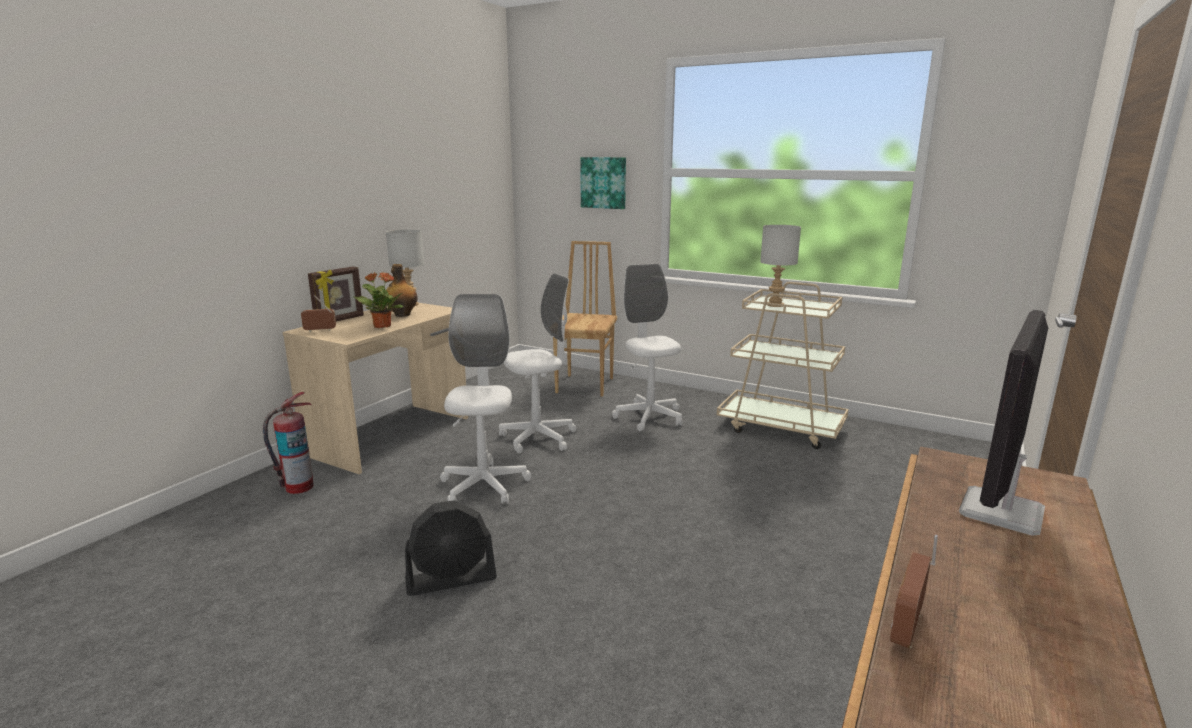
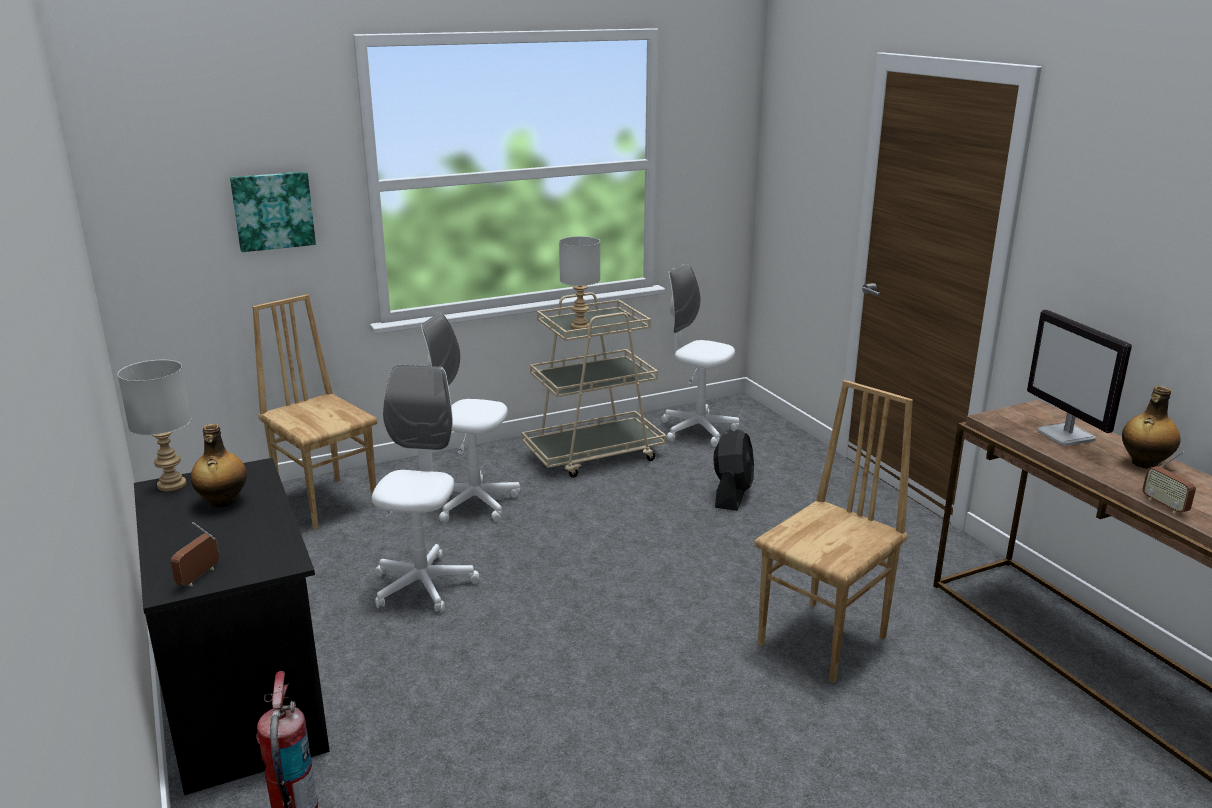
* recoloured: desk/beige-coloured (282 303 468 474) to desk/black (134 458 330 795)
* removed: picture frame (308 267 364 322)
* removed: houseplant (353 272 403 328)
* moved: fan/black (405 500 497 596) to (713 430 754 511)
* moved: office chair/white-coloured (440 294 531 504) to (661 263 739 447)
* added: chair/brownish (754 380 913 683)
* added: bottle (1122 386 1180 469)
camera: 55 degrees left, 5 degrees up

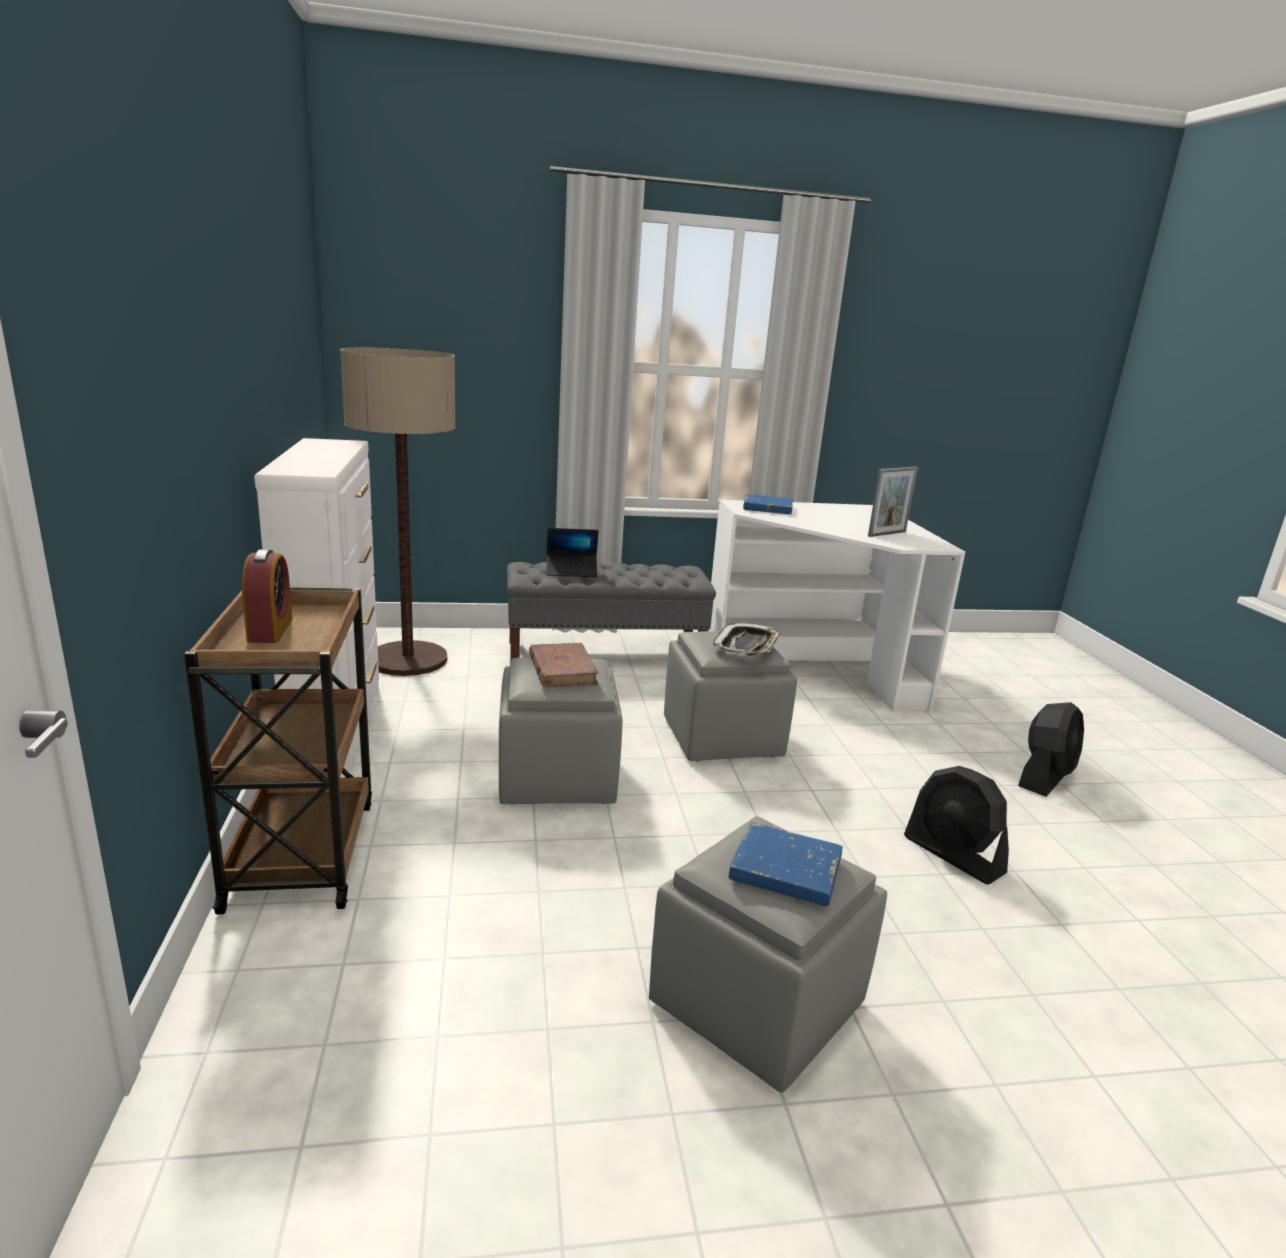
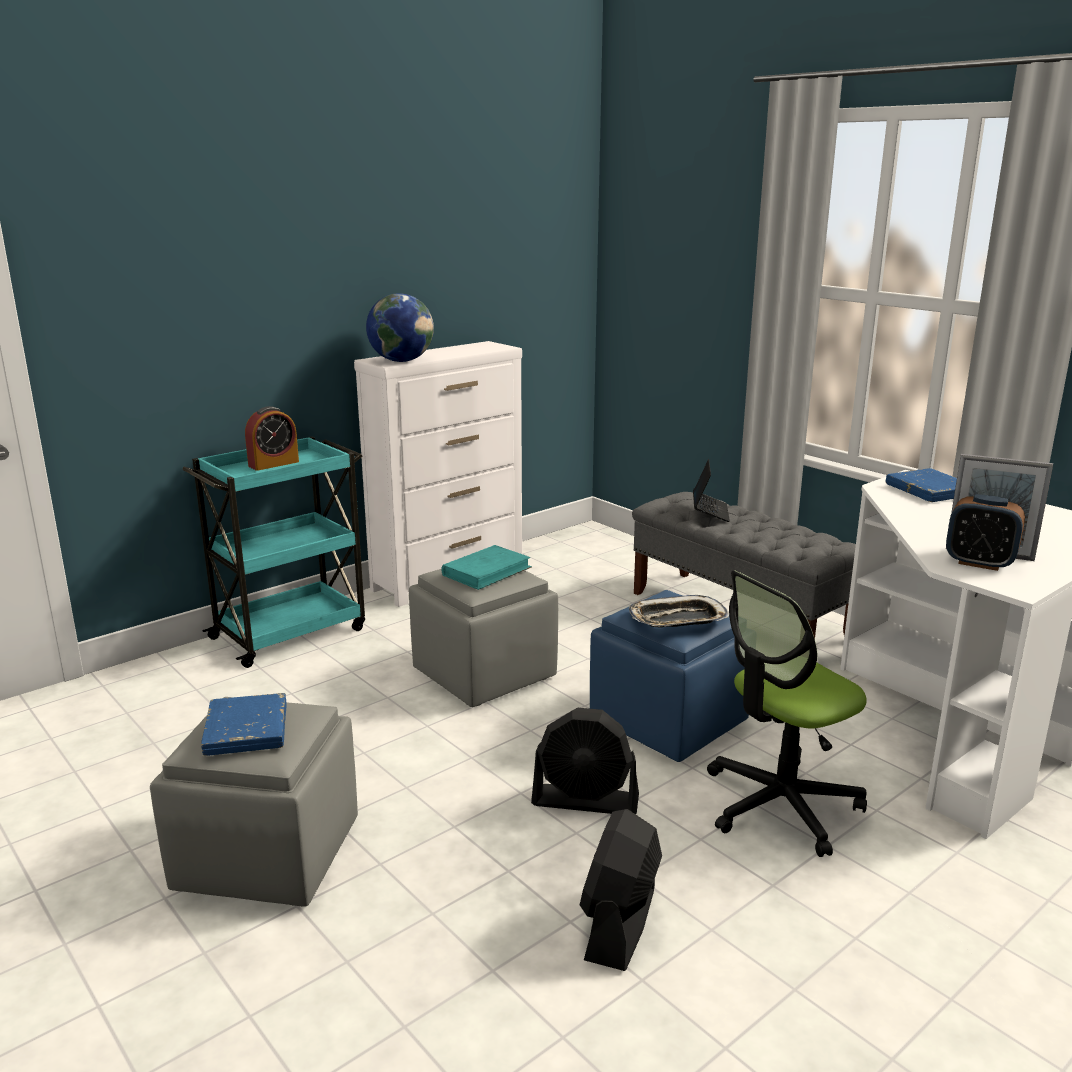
* recoloured: trolley/brownish (184 587 372 915) to trolley/blue-green (182 436 365 668)
* removed: standing lamp (340 348 456 676)
* recoloured: book/brownish (529 643 599 688) to book/blue-green (441 545 532 590)
* turned: portable computer (547 528 599 577) = (693 459 730 522) 135 degrees counterclockwise
* recoloured: ottoman/greyish (664 631 797 761) to ottoman/blue-coloured (590 590 749 762)
* moved: fan/black (1018 702 1084 797) to (531 708 639 814)
* added: desk globe (366 293 434 362)
* added: office chair (707 570 867 857)
* added: alarm clock (946 494 1025 571)
camera: 60 degrees right, 0 degrees up

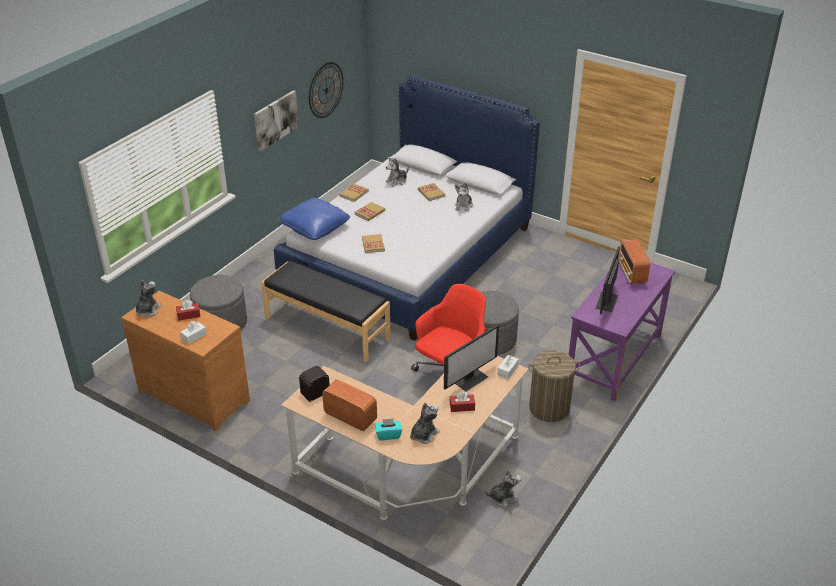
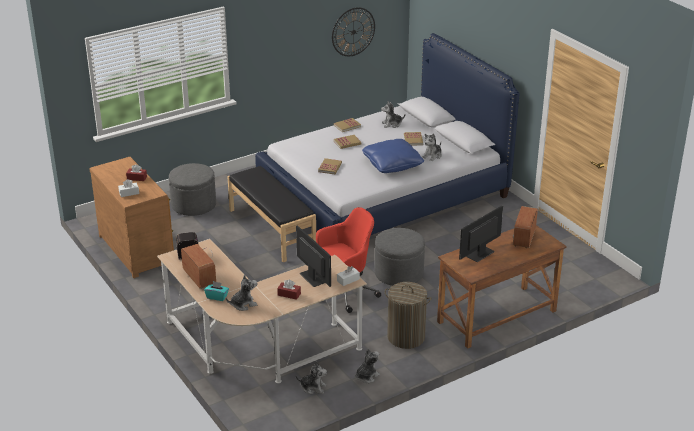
* moved: plush toy (136 280 161 317) to (355 349 380 383)
* removed: picture (254 90 299 151)
* moved: throw pillow/blue-coloured (279 198 350 240) to (362 139 424 173)
* turned: monitor (444 324 499 391) = (296 225 331 287) 105 degrees counterclockwise
* recoloured: desk/purple-coloured (569 262 675 402) to desk/brownish (437 225 567 349)
camera: 25 degrees right, 5 degrees down

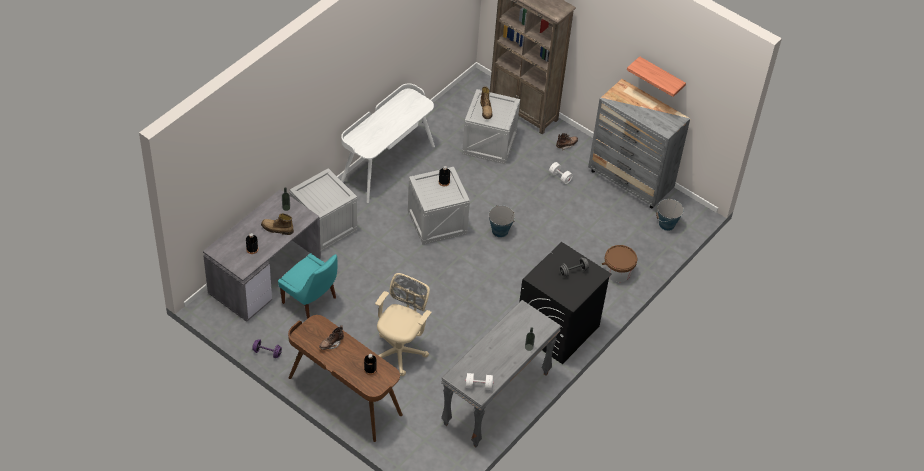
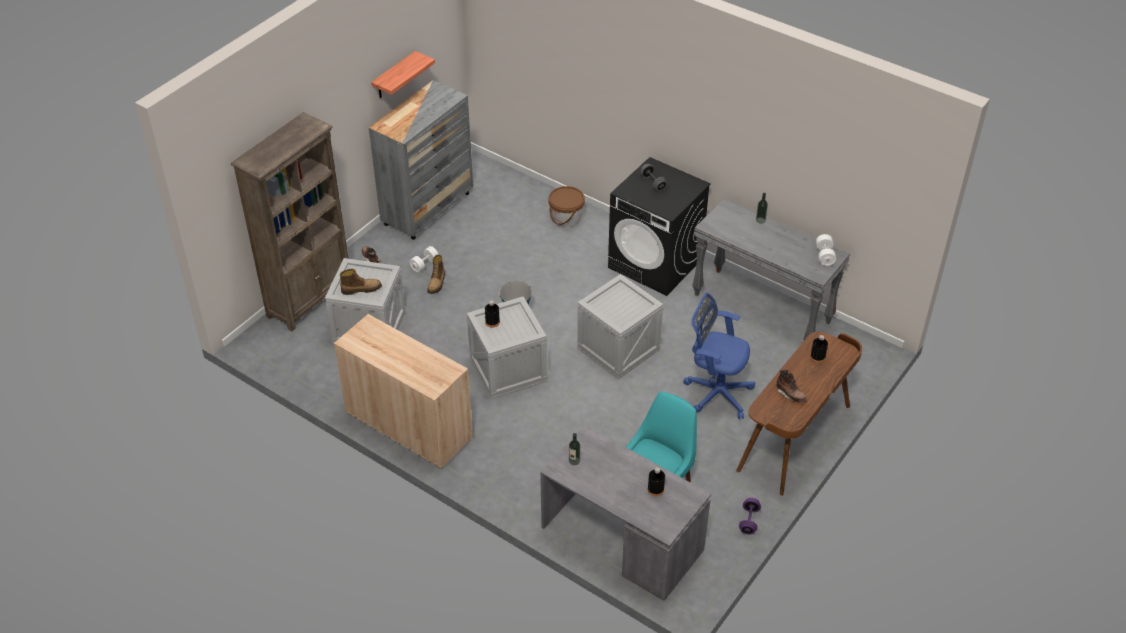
* moved: tall boot (261 213 294 235) to (427 255 445 294)
* moved: packing crate (289 168 357 251) to (577 274 663 380)
* replaced: desk/white-coloured (341 83 435 203) to cabinet/beige-coloured (334 314 473 469)
* recoloured: office chair/beige-coloured (375 273 432 376) to office chair/blue-coloured (683 293 755 419)
* removed: bucket (656 198 684 231)
camera: 90 degrees left, 5 degrees down

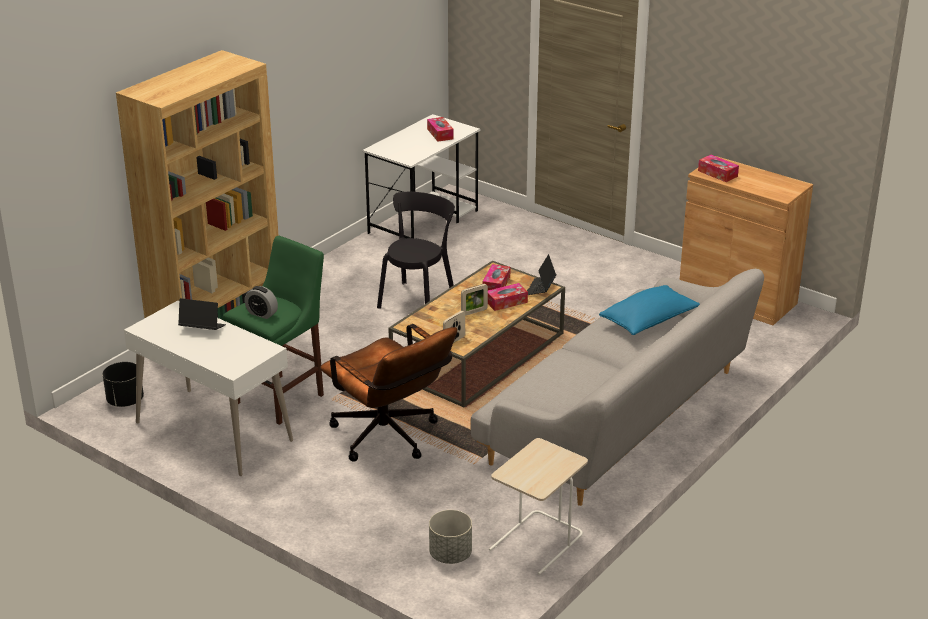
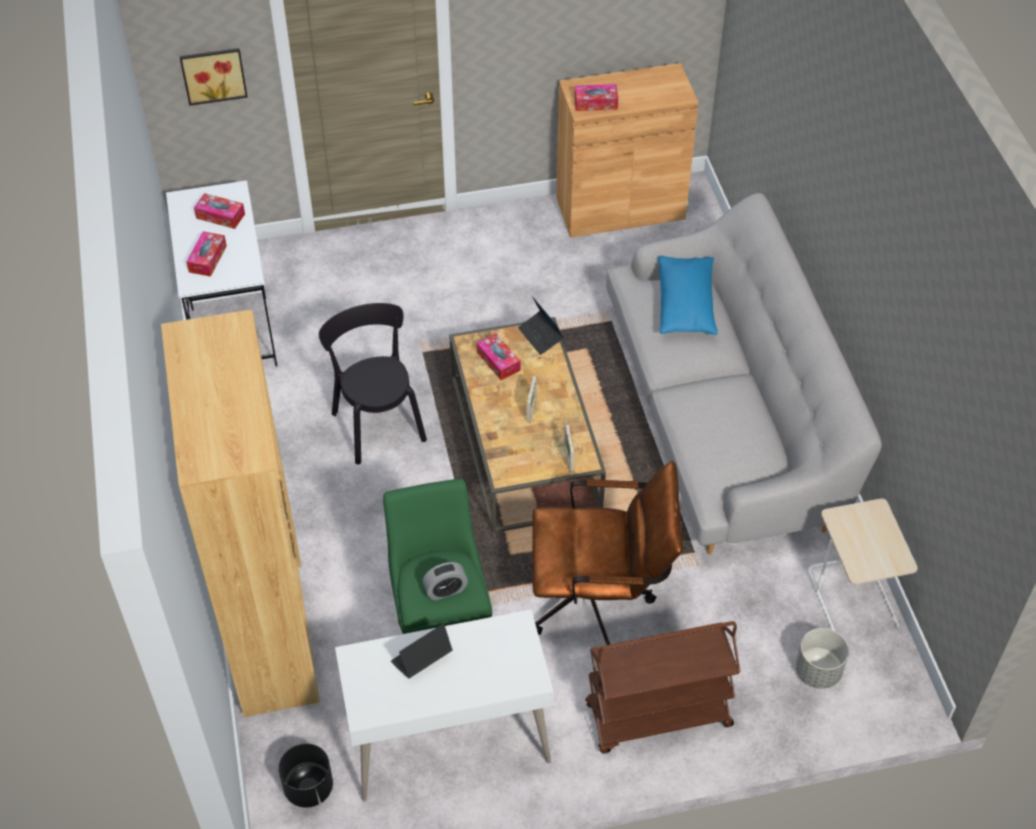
* moved: box of tissues (488 283 528 311) to (186 231 227 277)
* added: picture (179 48 248 106)
* added: trolley/brownish (585 621 741 753)
camera: 50 degrees left, 20 degrees up

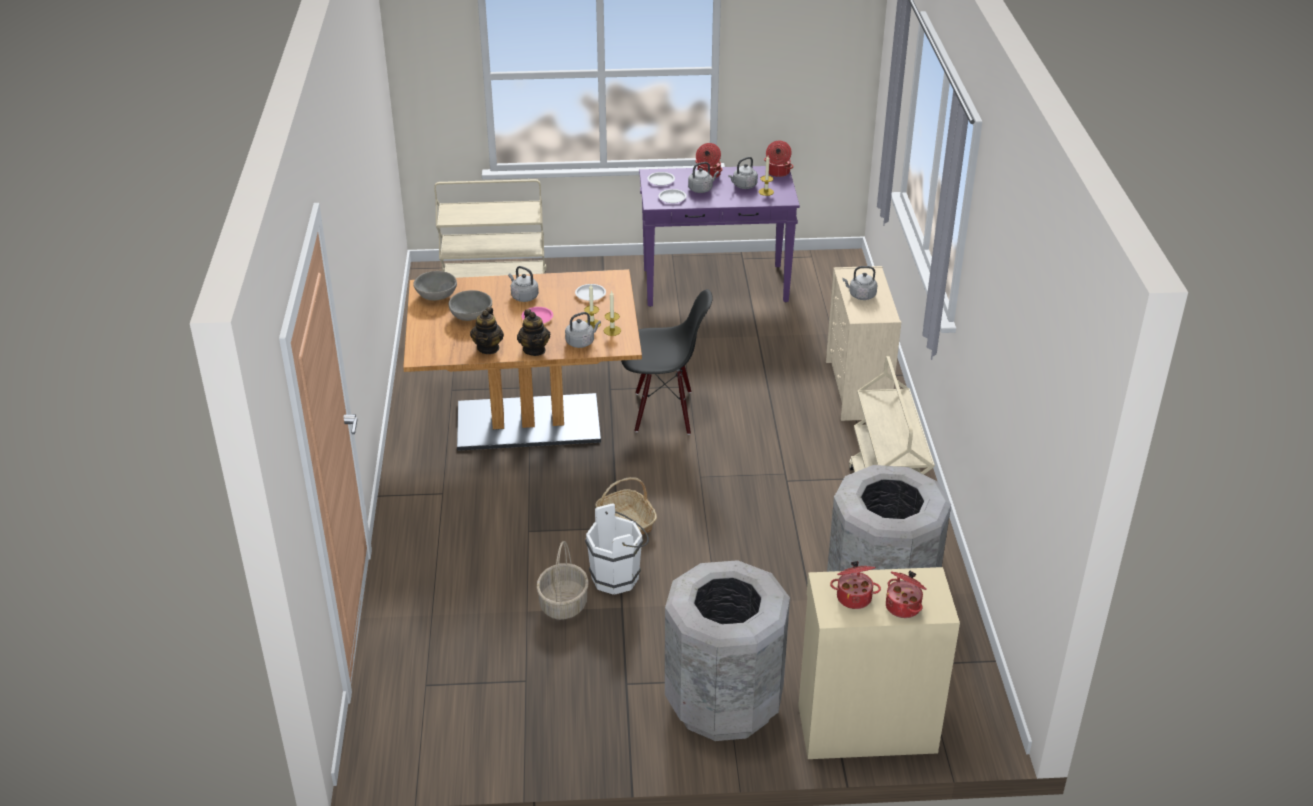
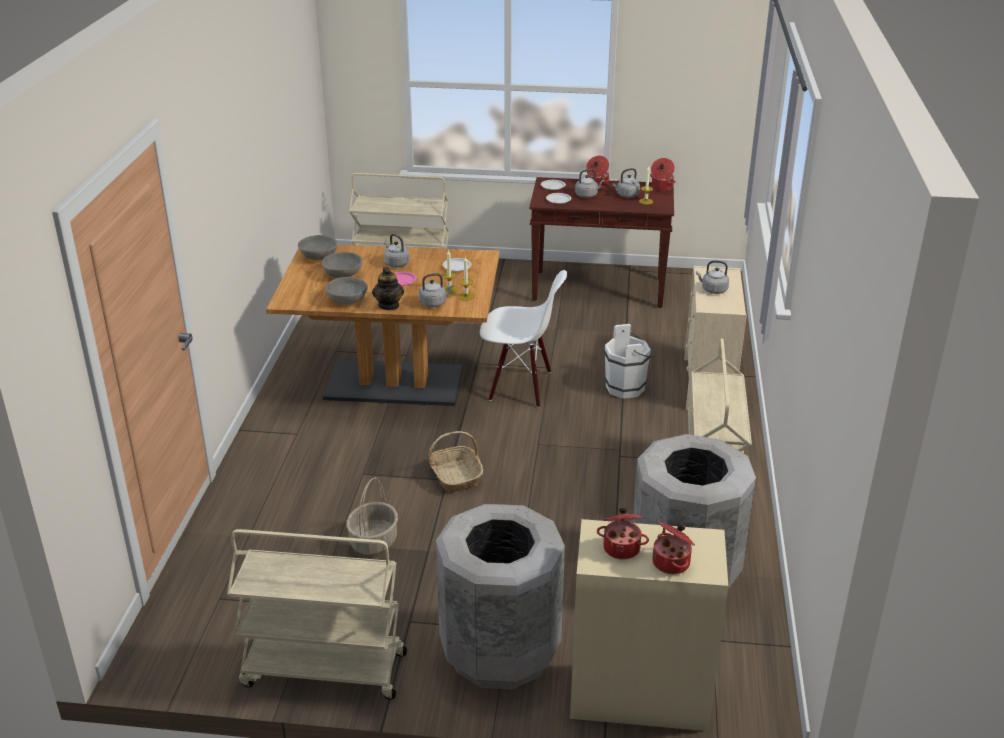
* replaced: tea pot (470 307 504 354) to bowl/greyish (325 277 368 304)
* moved: bucket/white-coloured (585 503 649 595) to (604 324 656 399)
* recoloured: chair/black (621 289 713 435) to chair/white-coloured (480 270 567 408)
* recoloured: console table/purple-coloured (639 166 800 307) to console table/brownish (529 177 674 308)
* added: trolley/beige-coloured (227 529 407 700)
camera: 10 degrees right, 5 degrees down

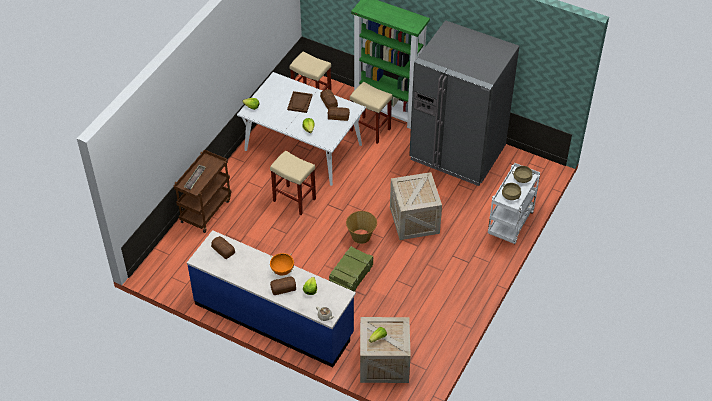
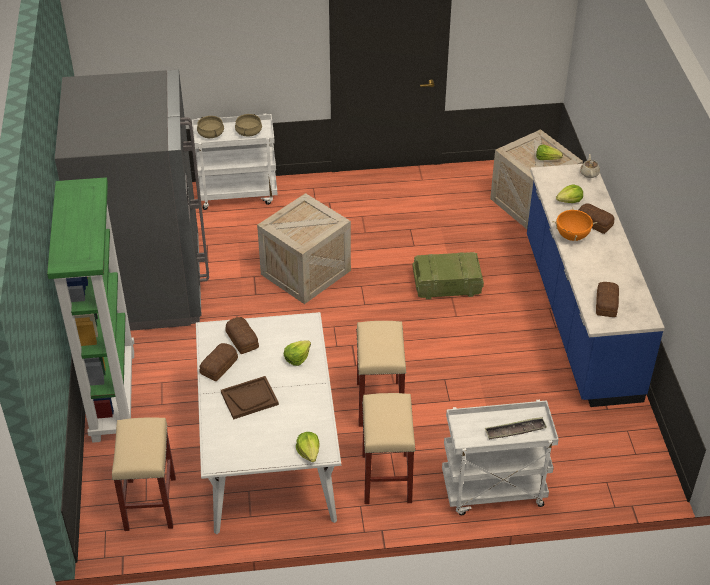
* recoloured: trolley/brownish (174 150 232 233) to trolley/white-coloured (442 400 559 515)
* removed: storage basket (346 211 377 244)
* moved: stool seat/beige-coloured (350 82 392 144) to (362 393 416 504)
camera: 125 degrees left, 5 degrees down

